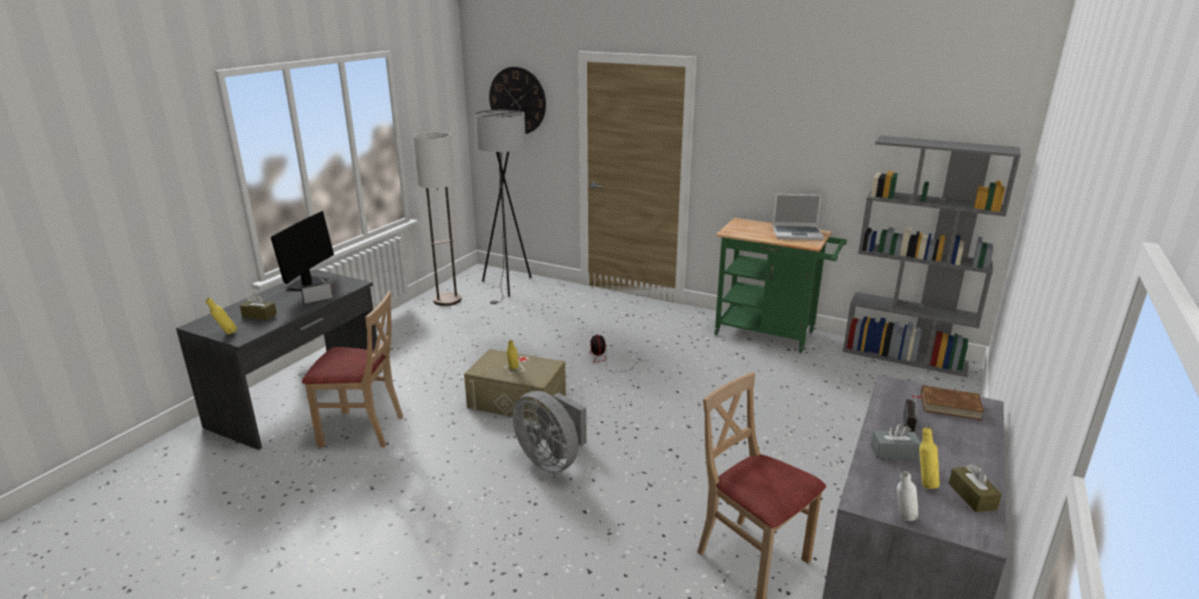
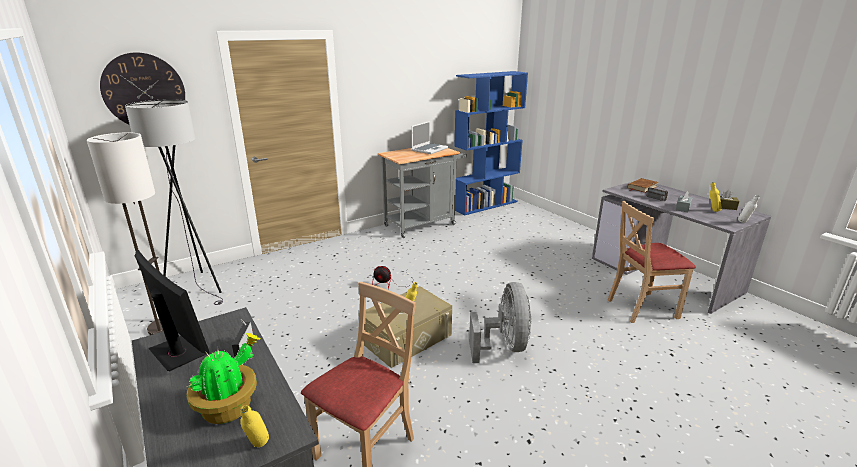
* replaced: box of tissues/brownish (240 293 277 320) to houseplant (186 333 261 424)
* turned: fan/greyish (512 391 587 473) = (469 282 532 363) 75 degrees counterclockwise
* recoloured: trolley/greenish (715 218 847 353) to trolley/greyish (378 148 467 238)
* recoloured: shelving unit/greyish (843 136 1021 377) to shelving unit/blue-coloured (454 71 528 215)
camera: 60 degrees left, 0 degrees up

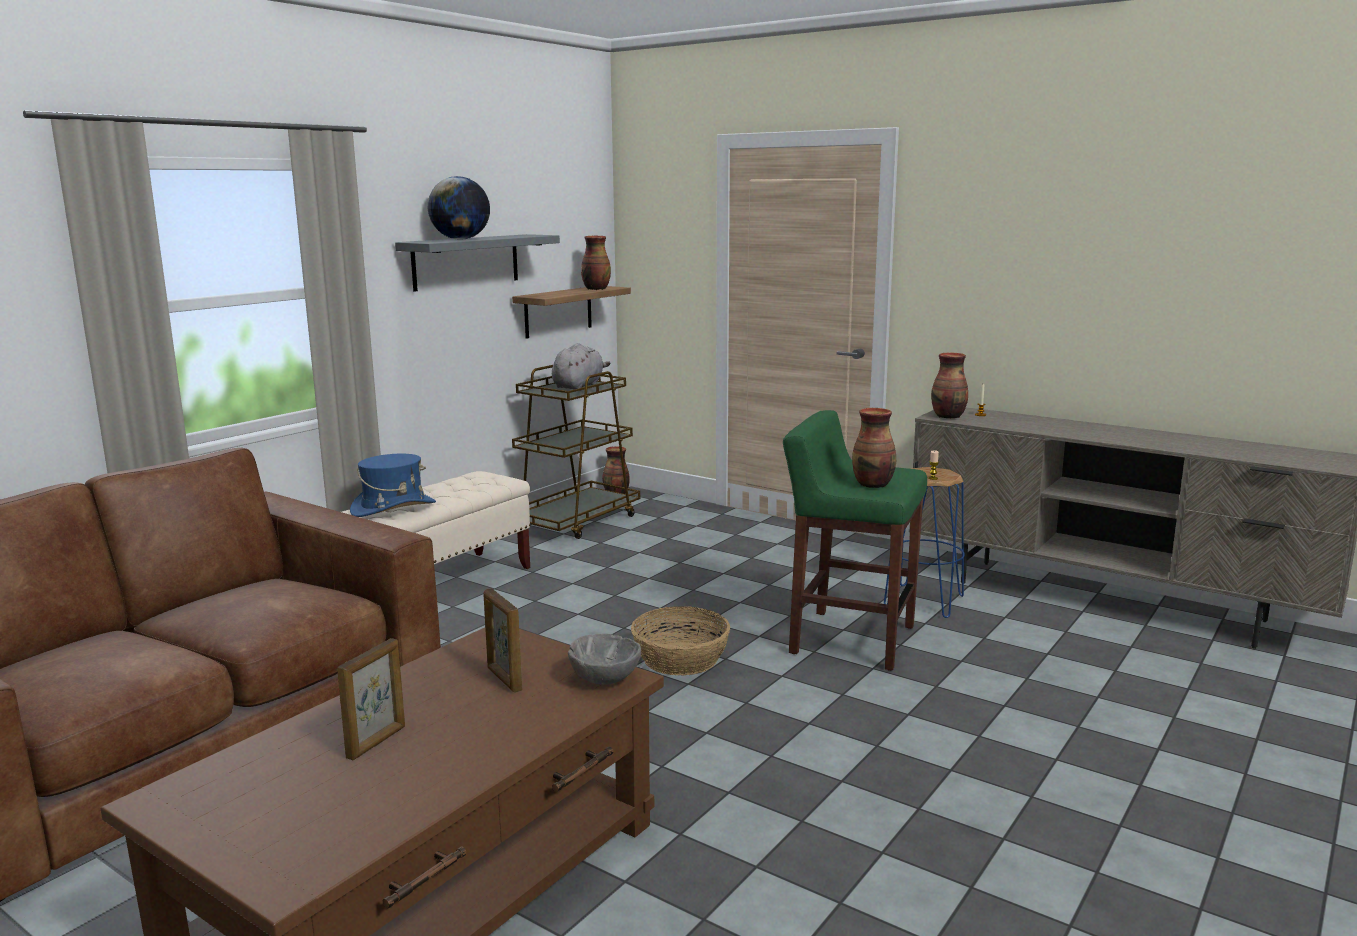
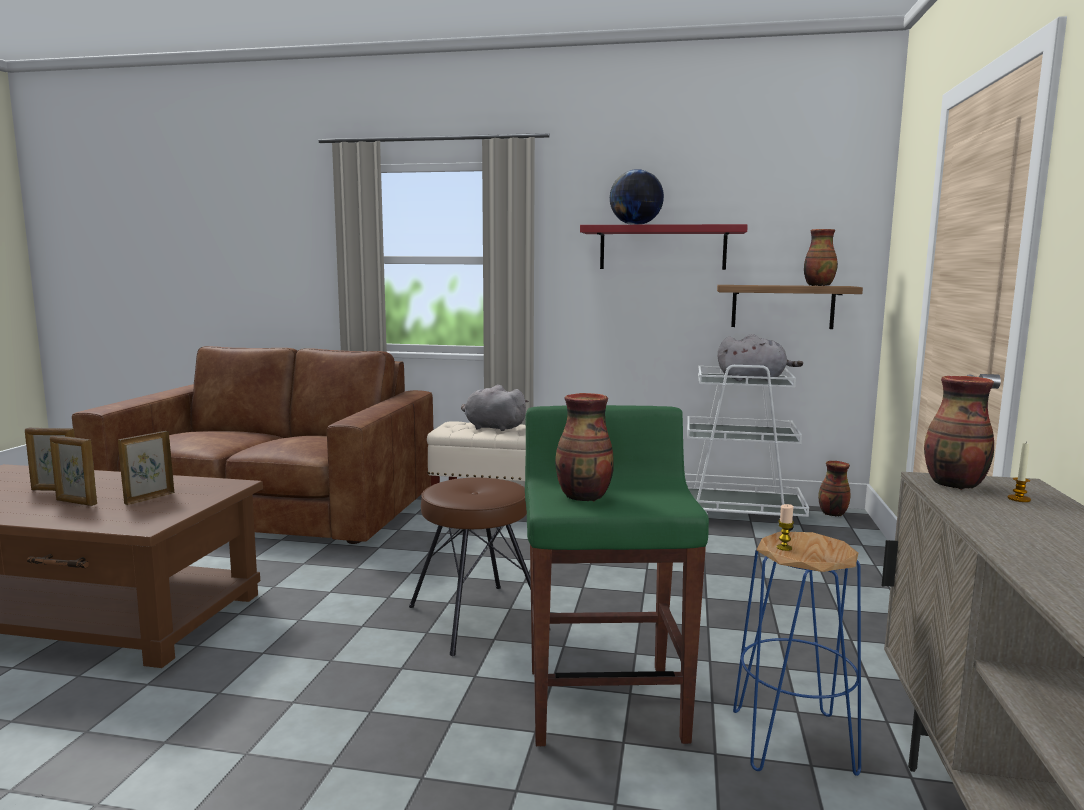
* replaced: clothing hat/blue-coloured (350 454 436 517) to plush toy/greyish (461 385 529 431)
* recoloured: bracket shelf/greyish (395 234 560 292) to bracket shelf/reddish (580 224 748 270)
* recoloured: trolley/brownish (512 365 640 539) to trolley/white-coloured (686 365 809 531)
* removed: bowl/greyish (568 634 641 685)
* replaced: storage basket (631 606 730 676) to stool seat/brownish (409 477 551 656)
* added: picture frame (50 435 97 506)
camera: 65 degrees right, 5 degrees down

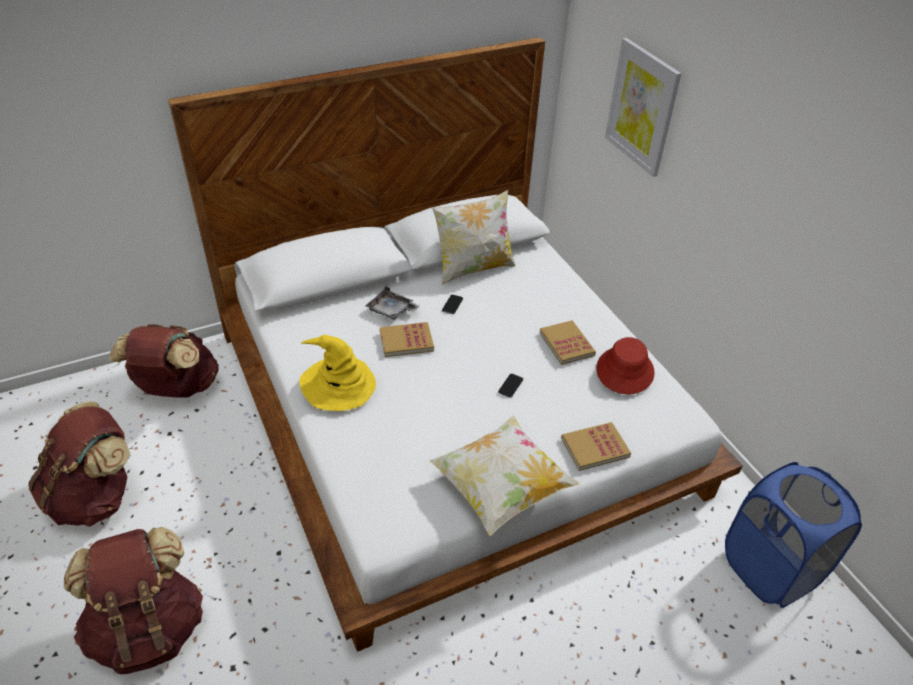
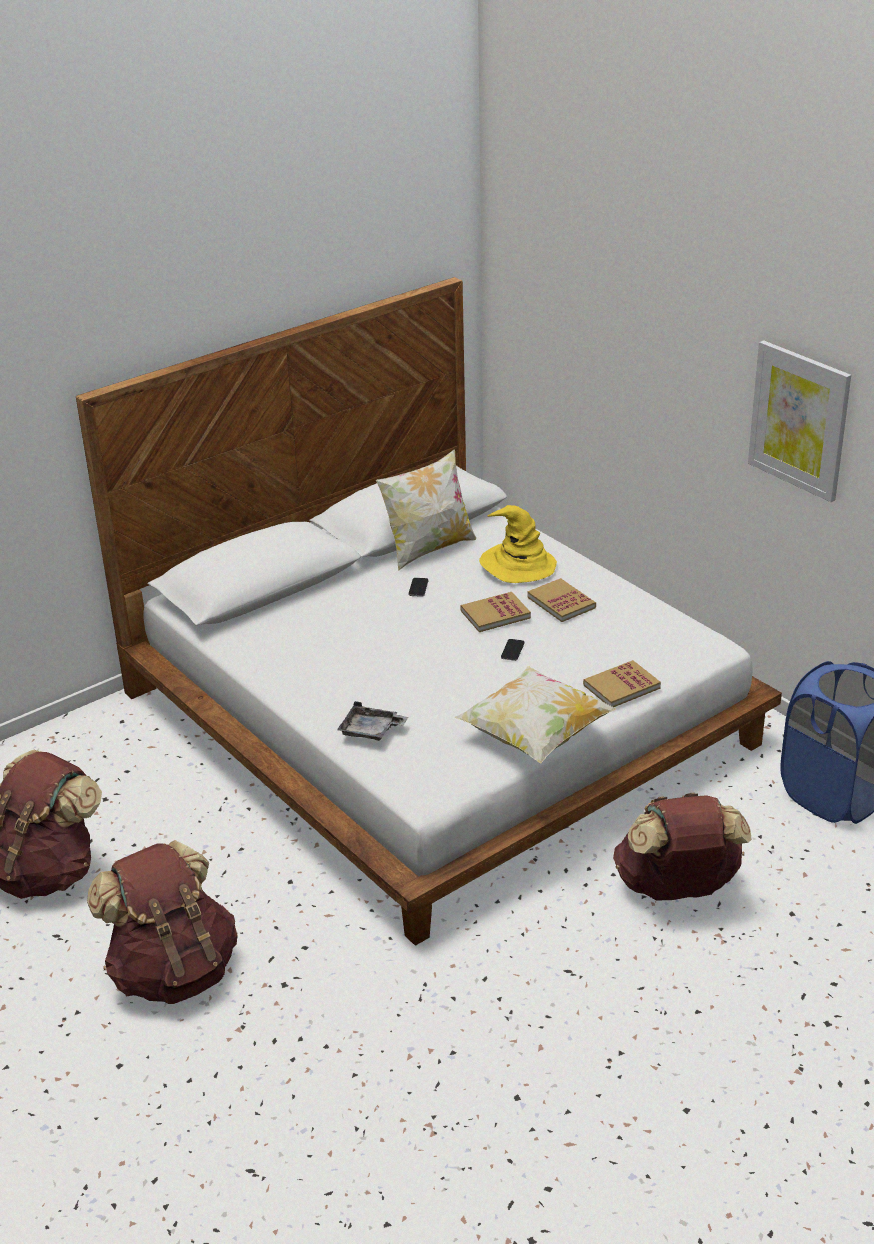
* moved: backpack/brownish (109 324 218 397) to (613 793 752 901)
* moved: clothing hat/yellow (299 335 376 411) to (479 505 557 583)
* moved: carrying tray/greyish (366 286 419 320) to (337 701 408 741)
* moved: book (380 322 434 357) to (461 592 531 632)
* removed: clothing hat/reddish (596 337 655 394)
* moved: picture (605 38 681 177) to (748 340 851 502)
camera: 10 degrees left, 10 degrees down

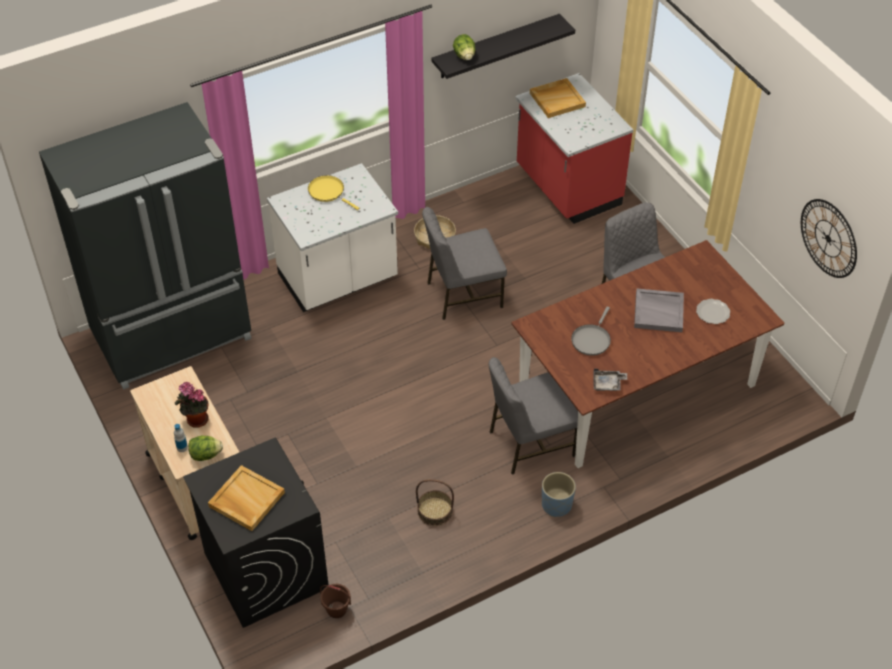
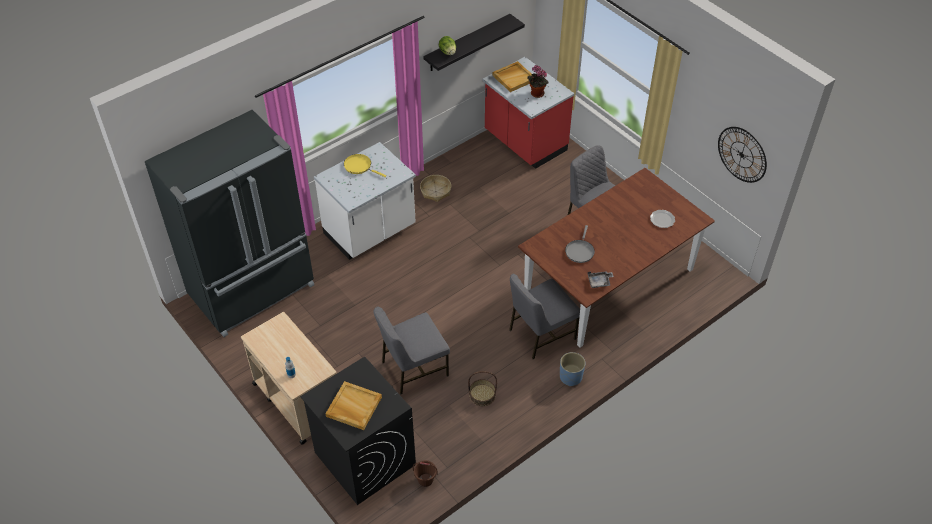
* moved: houseplant (174 382 209 427) to (528 65 548 98)
* removed: head of lettuce (188 435 223 461)
* moved: chair/greyish (422 207 507 320) to (373 306 450 394)
* removed: carrying tray/greyish (634 289 684 332)
camera: 10 degrees left, 0 degrees up

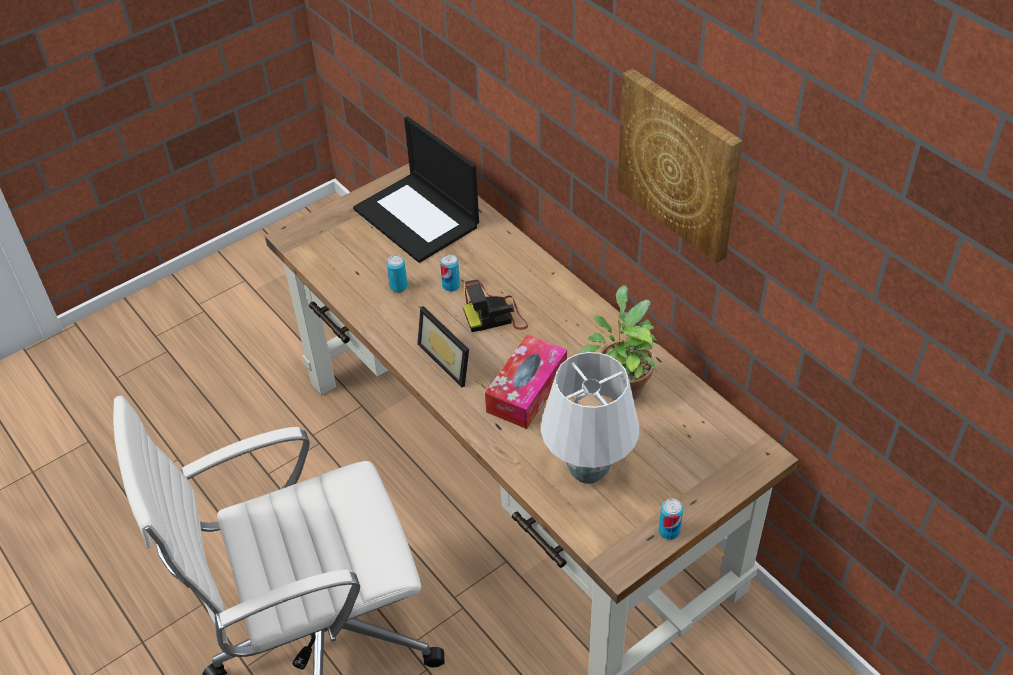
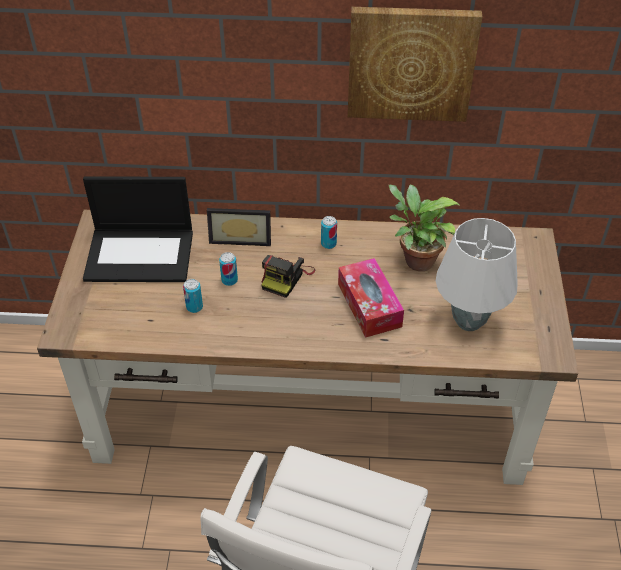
* moved: picture frame (417 306 469 387) to (207 208 271 246)
* moved: can (658 498 683 540) to (321 216 337 249)
camera: 50 degrees left, 0 degrees up

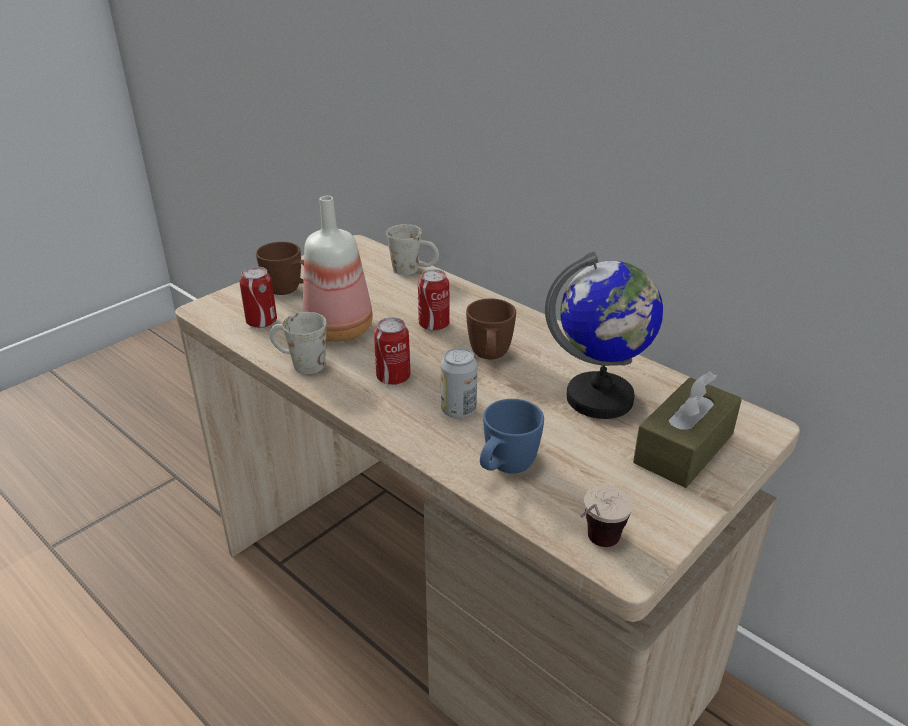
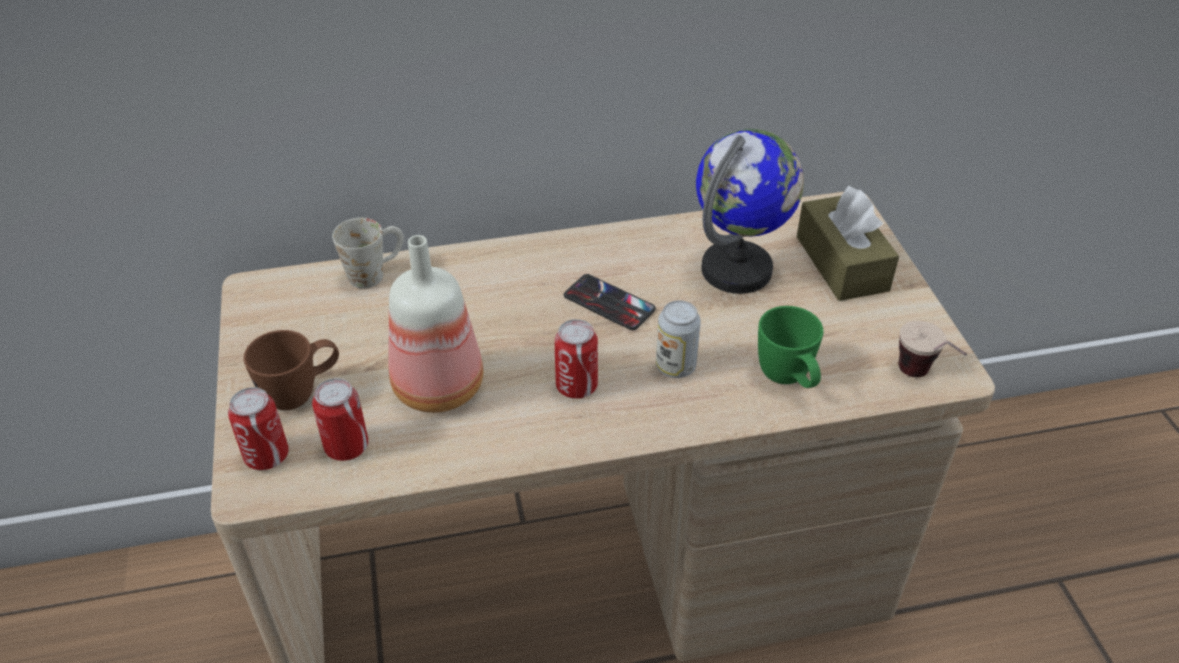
* removed: tea mug/white-coloured (270 312 327 374)
* moved: can (418 269 450 331) to (228 387 289 470)
* replaced: tea mug/brownish (466 298 516 359) to telephone (564 274 656 330)
* recoloured: tea mug/blue-coloured (480 399 544 474) to tea mug/greenish (758 306 824 388)
camera: 55 degrees left, 10 degrees up

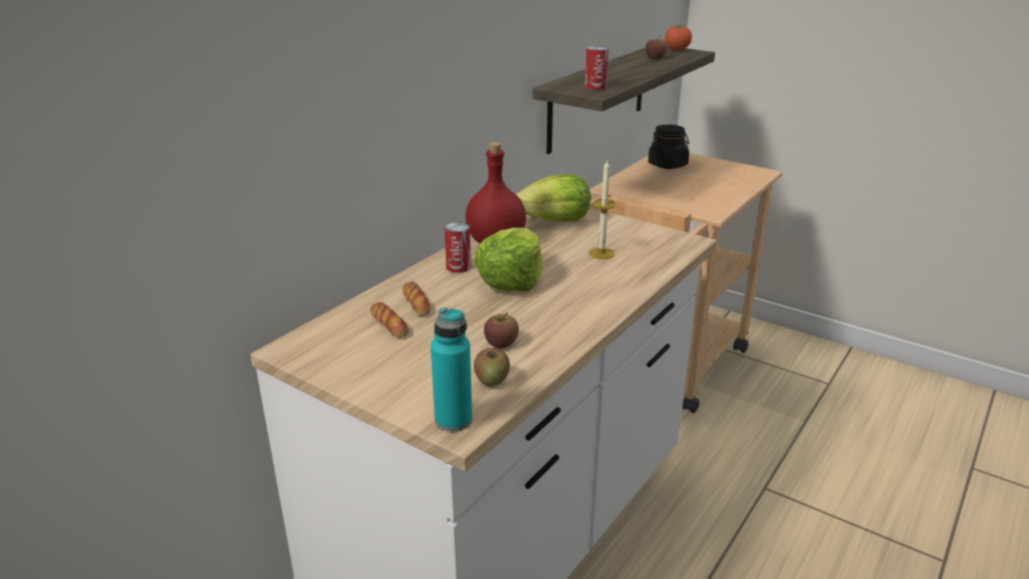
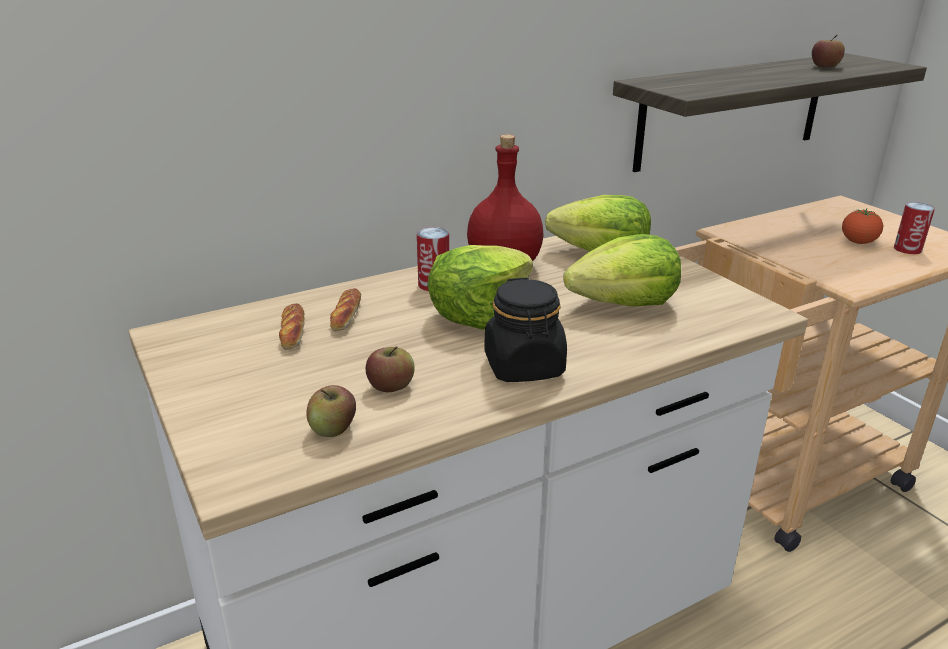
* removed: bottle/blue-green (431 307 472 432)
* moved: can (585 46 608 90) to (894 202 935 254)
* replaced: candle (589 160 616 259) to head of lettuce (563 234 681 306)
* moved: storage jar/black (648 125 689 169) to (484 277 567 382)
* moved: tomato (665 24 692 50) to (842 209 883 244)
camera: 25 degrees right, 0 degrees up

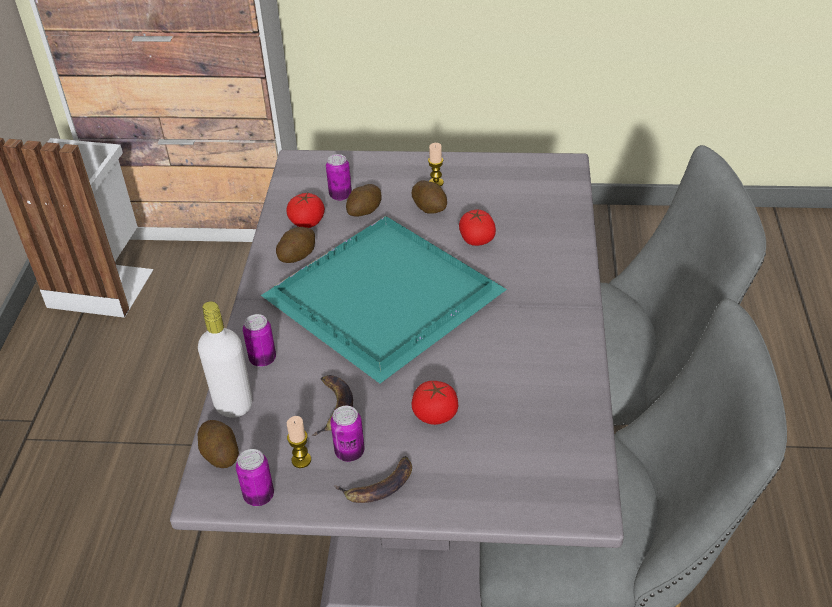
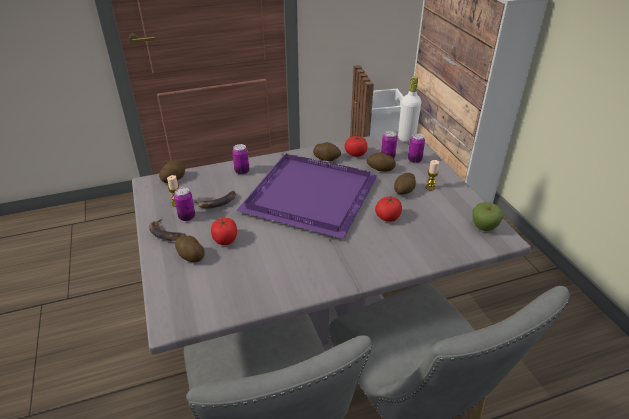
* moved: bottle/white-coloured (198 301 252 418) to (398 76 421 142)
* moved: can (236 449 274 506) to (408 133 425 163)
* recoloured: carrying tray/blue-green (261 216 507 383) to carrying tray/purple-coloured (236 153 378 239)
* added: whole potato (175 236 204 262)
* added: whole apple (472 202 503 231)
camera: 65 degrees right, 5 degrees down

